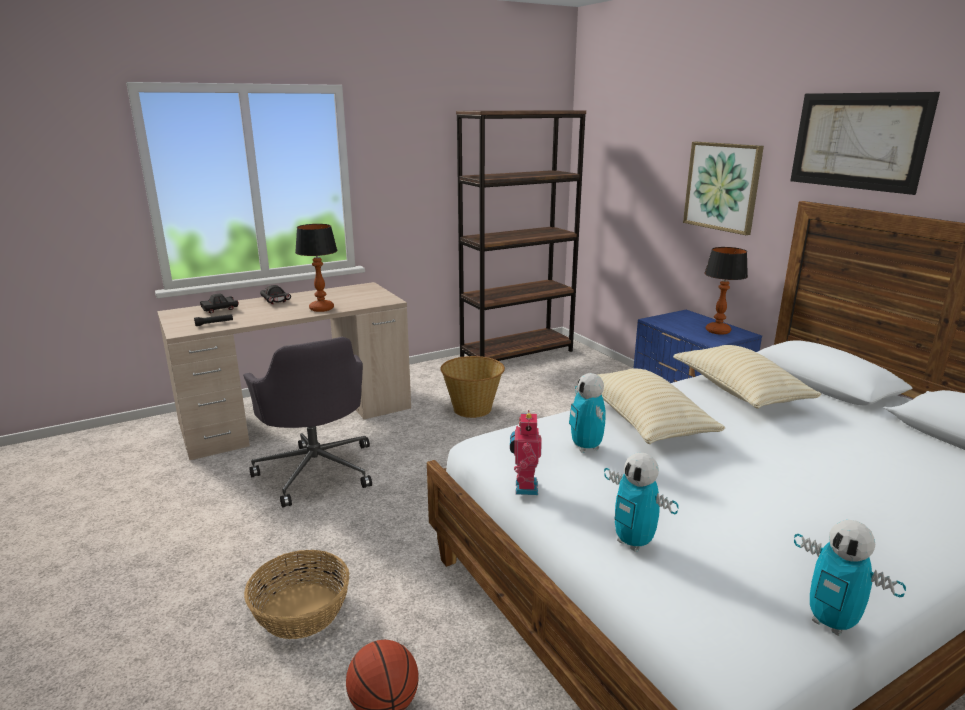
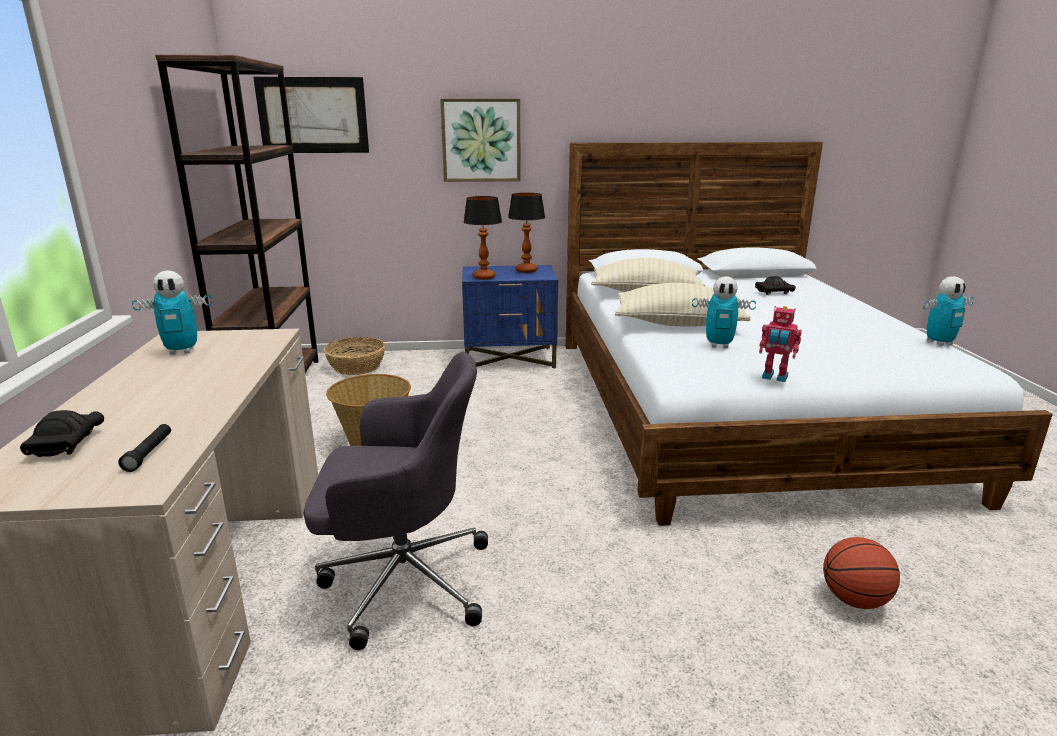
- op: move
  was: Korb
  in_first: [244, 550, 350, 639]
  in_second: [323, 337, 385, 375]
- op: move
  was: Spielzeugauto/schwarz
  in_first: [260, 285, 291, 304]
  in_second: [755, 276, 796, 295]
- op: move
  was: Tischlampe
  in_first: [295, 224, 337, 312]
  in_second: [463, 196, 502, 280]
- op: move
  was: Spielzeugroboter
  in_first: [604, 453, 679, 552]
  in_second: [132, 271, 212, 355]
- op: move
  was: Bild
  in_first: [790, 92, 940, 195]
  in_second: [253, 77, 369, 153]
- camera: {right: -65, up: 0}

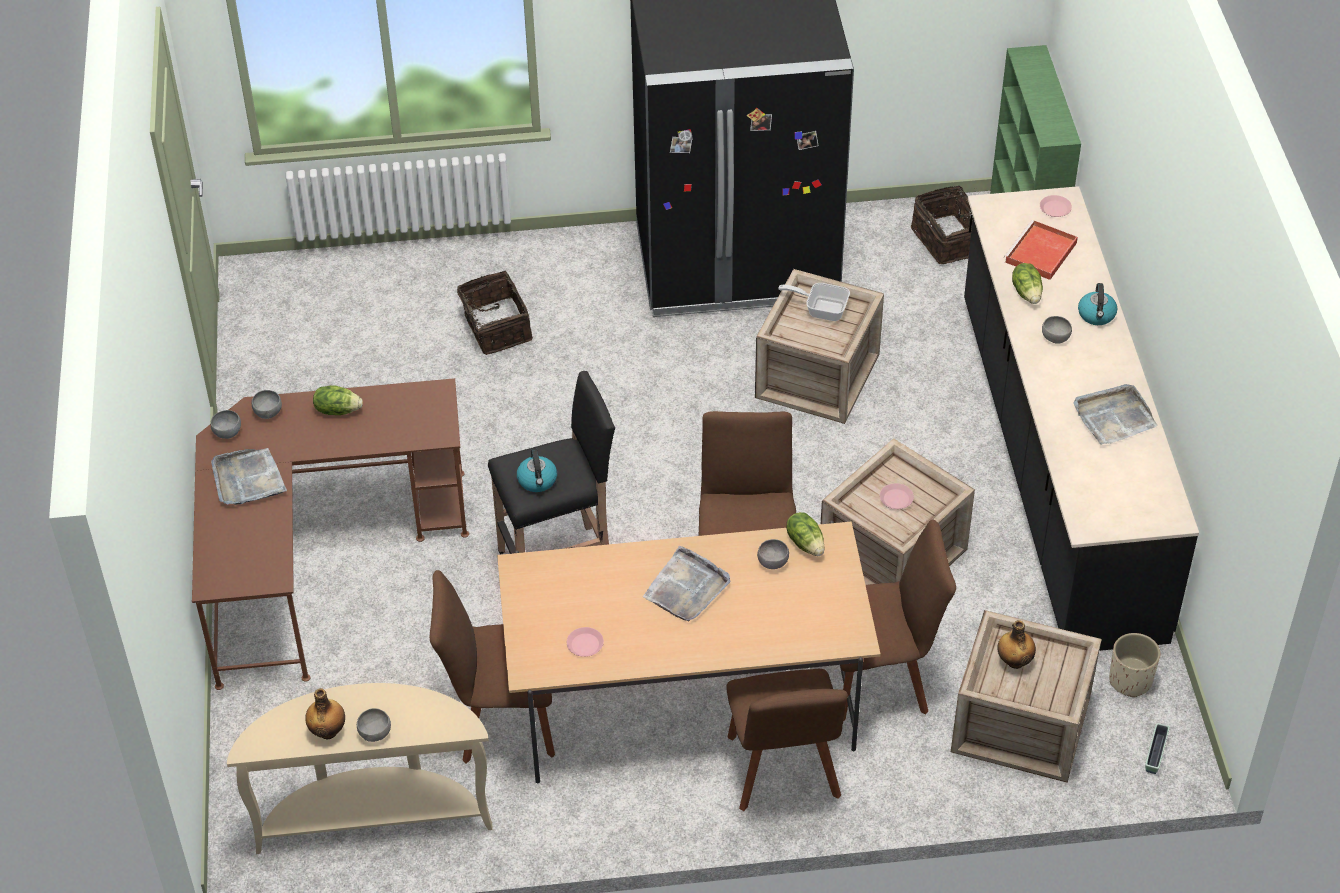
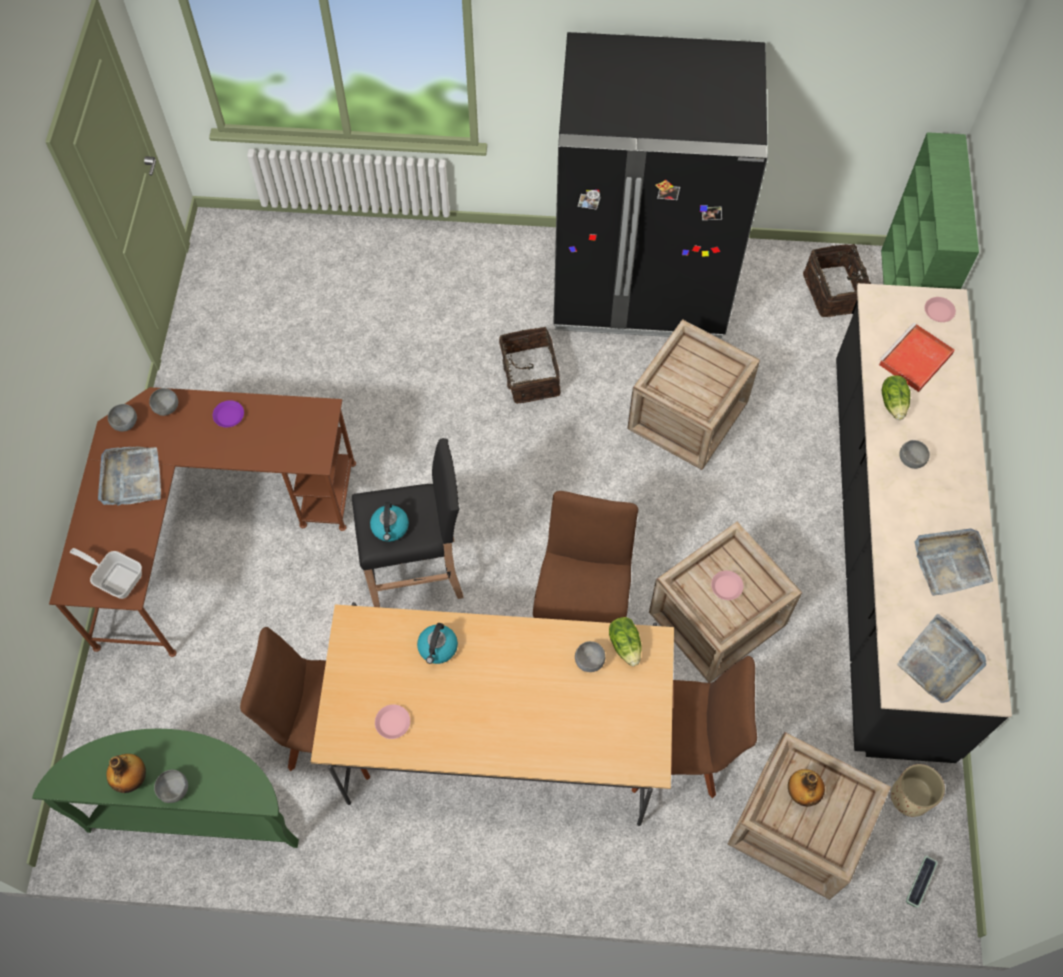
- op: recolor
  was: Konsolentisch/beige
  now: Konsolentisch/grün
  in_first: [227, 683, 493, 854]
  in_second: [32, 729, 299, 848]
- op: replace
  was: Salatkopf
  now: Teller/lila
  in_first: [313, 385, 363, 415]
  in_second: [213, 400, 244, 427]
- op: move
  was: Korb
  in_first: [457, 271, 533, 355]
  in_second: [496, 327, 561, 404]
- op: move
  was: Tablett/grau
  in_first: [643, 546, 731, 621]
  in_second: [897, 614, 987, 703]
- op: delete
  was: Stuhl/braun
  in_first: [726, 669, 848, 811]
- op: move
  was: Pfanne
  in_first: [778, 283, 850, 321]
  in_second: [70, 548, 142, 599]
- op: move
  was: Wasserkessel
  in_first: [1078, 283, 1117, 325]
  in_second: [417, 623, 458, 664]
- camera: {right: 10, up: 15}

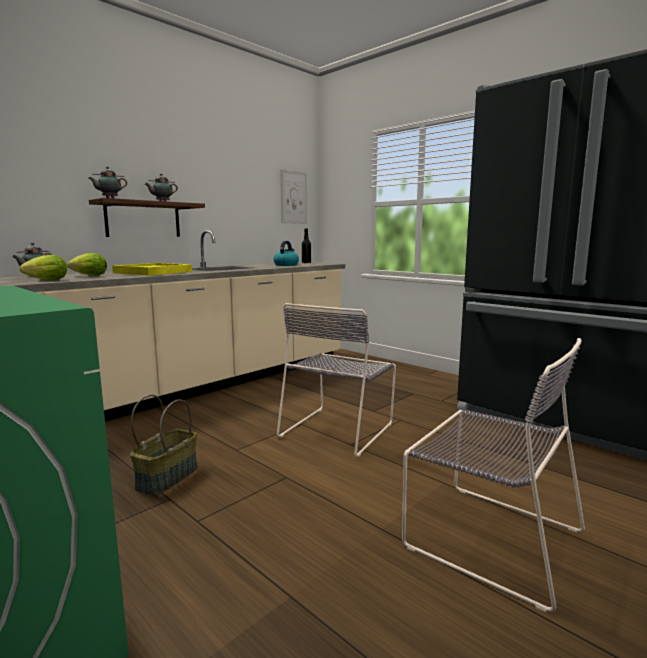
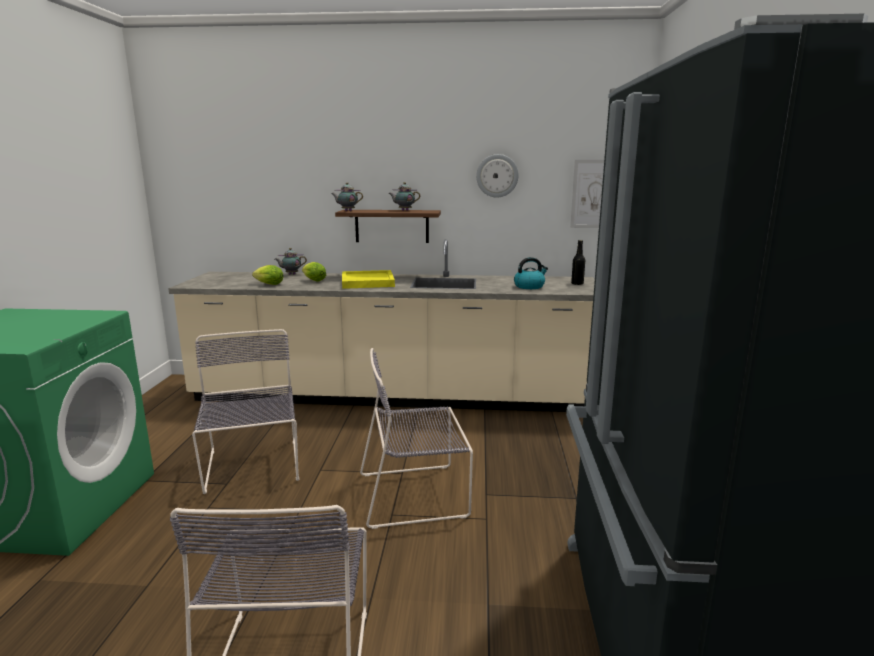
- op: replace
  was: Korb
  now: Stuhl/grau
  in_first: [130, 394, 198, 496]
  in_second: [192, 329, 299, 494]
- op: insert
  now: Wanduhr
  in_second: [476, 154, 519, 198]
- camera: {right: 50, up: 5}

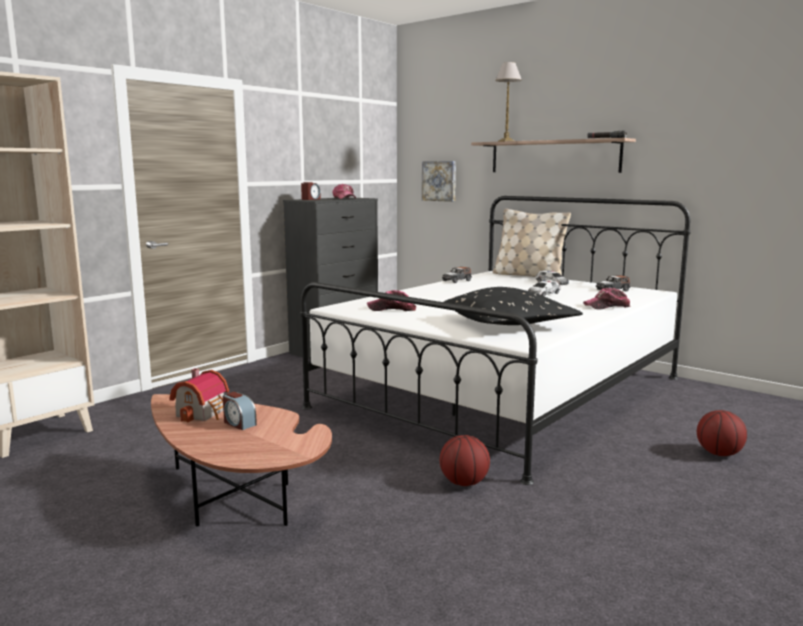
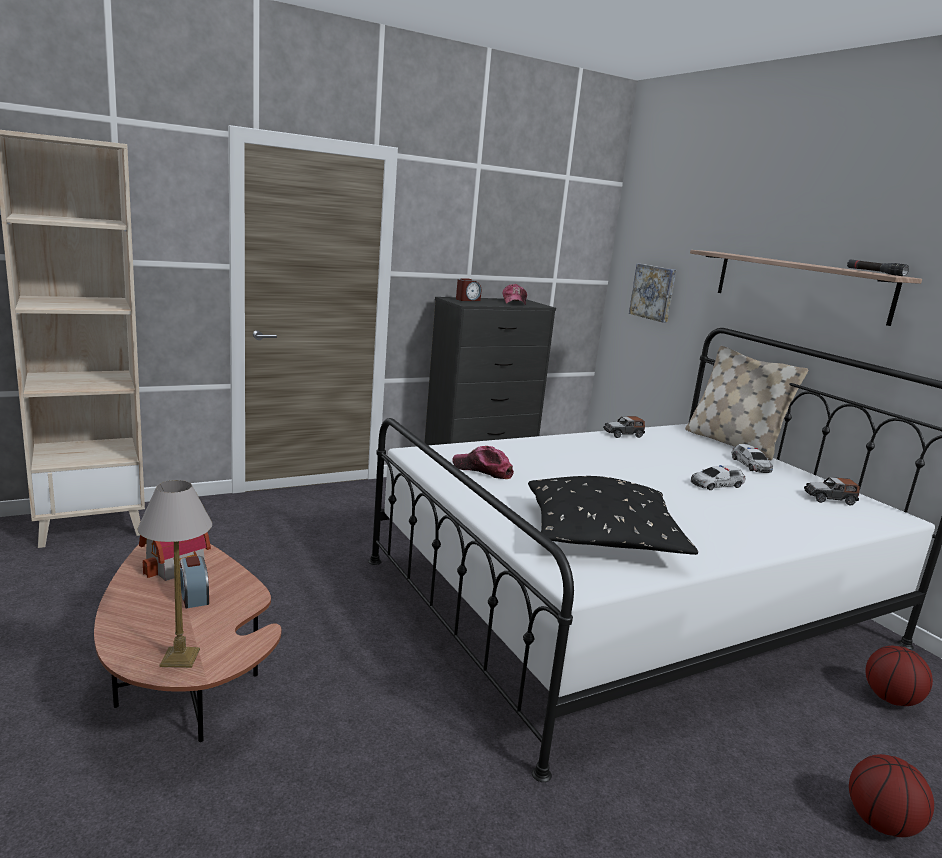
- op: move
  was: Basketball
  in_first: [440, 435, 490, 486]
  in_second: [866, 646, 933, 706]
- op: move
  was: Tischlampe
  in_first: [495, 62, 522, 142]
  in_second: [138, 480, 212, 668]
- op: delete
  was: Kappe
  in_first: [583, 288, 631, 309]
- camera: {right: 20, up: 5}

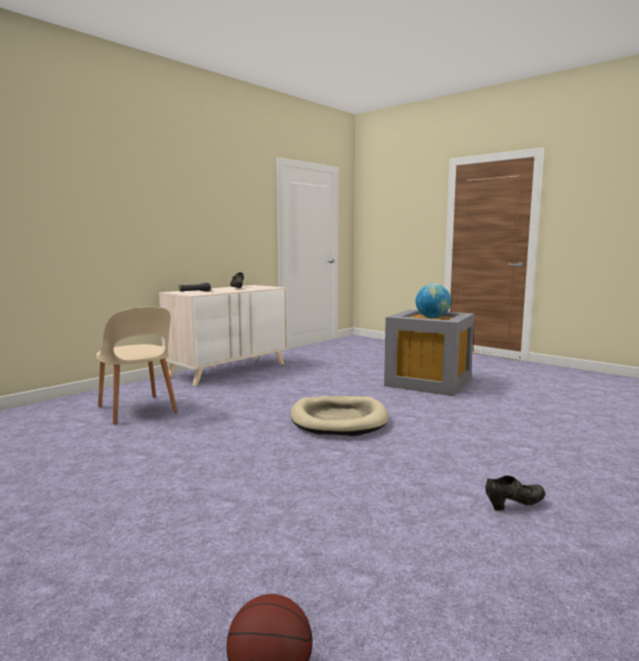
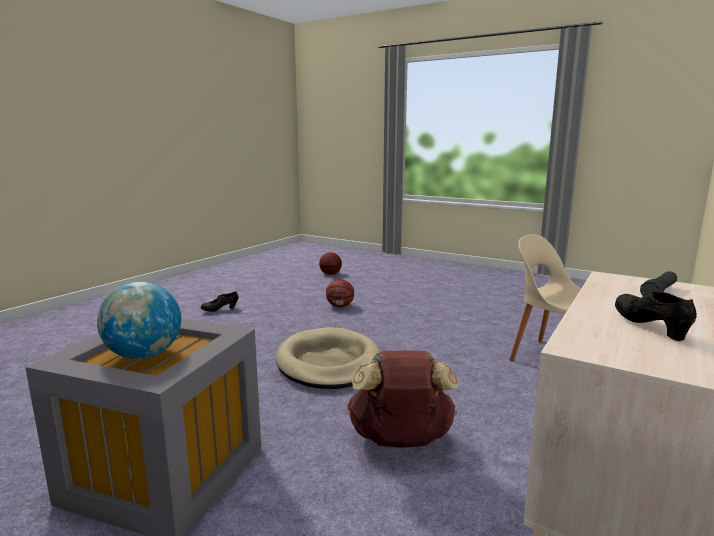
- op: insert
  now: Basketball
  in_second: [326, 279, 354, 307]
- op: insert
  now: Rucksack/braun
  in_second: [347, 351, 458, 448]
- camera: {right: 170, up: 5}

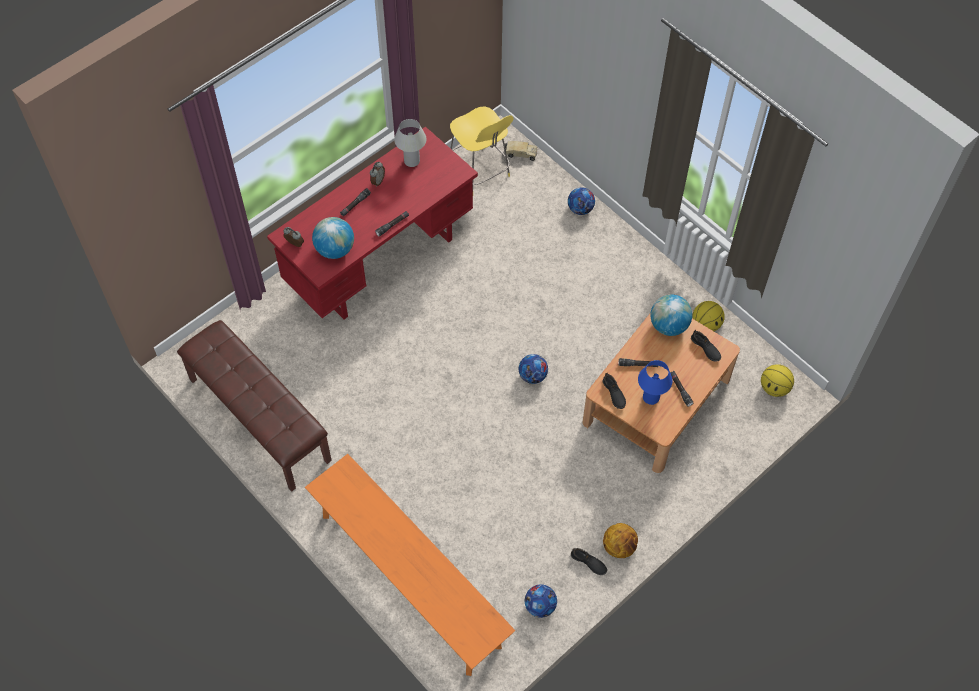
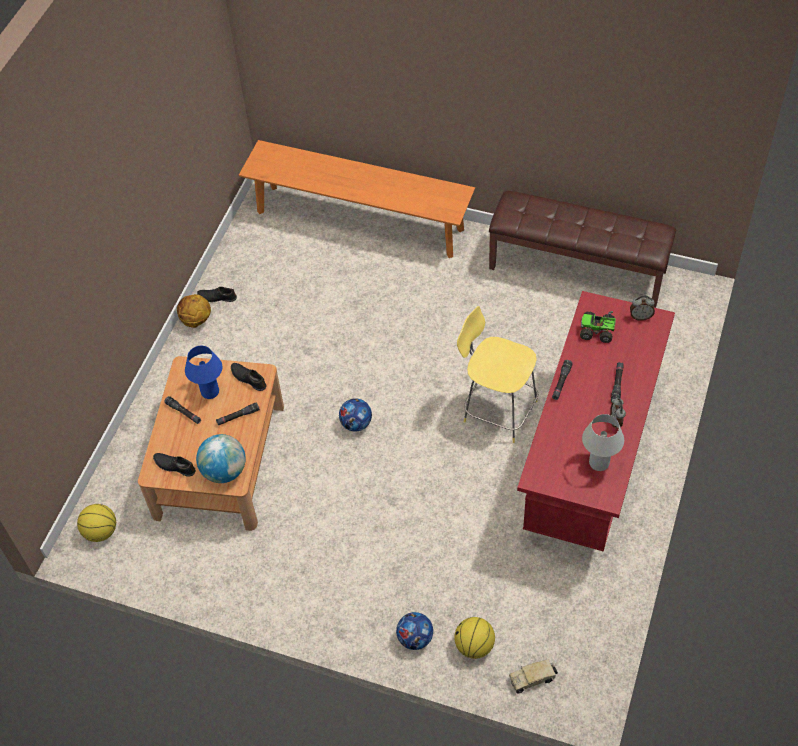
- op: replace
  was: Globus
  now: Spielzeuglaster
  in_first: [312, 217, 354, 259]
  in_second: [580, 311, 616, 343]
- op: move
  was: Hocker/gelb
  in_first: [450, 107, 513, 185]
  in_second: [457, 306, 538, 443]
- op: delete
  was: Fußball
  in_first: [525, 584, 557, 618]
- op: move
  was: Basketball
  in_first: [692, 301, 725, 331]
  in_second: [454, 617, 495, 659]
- camera: {right: 155, up: -5}

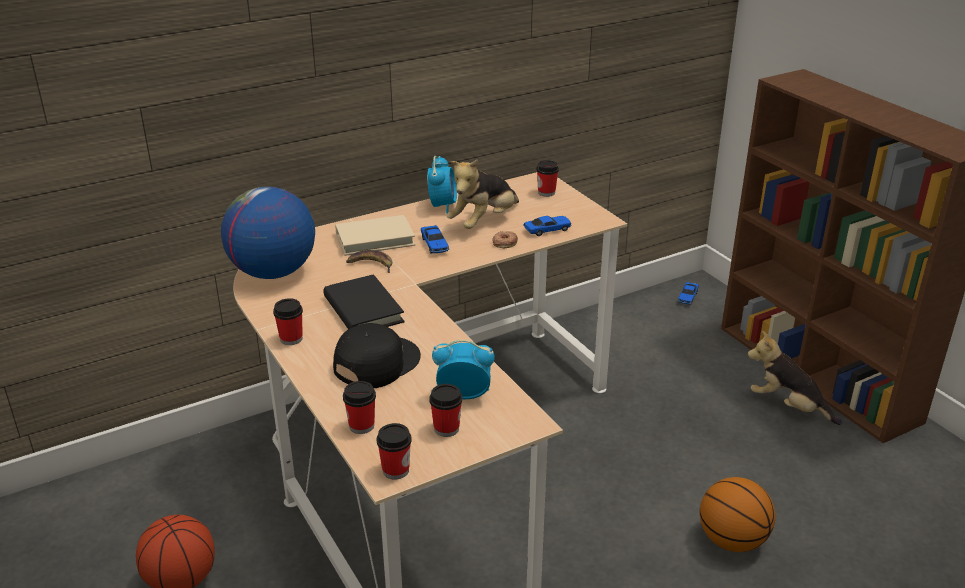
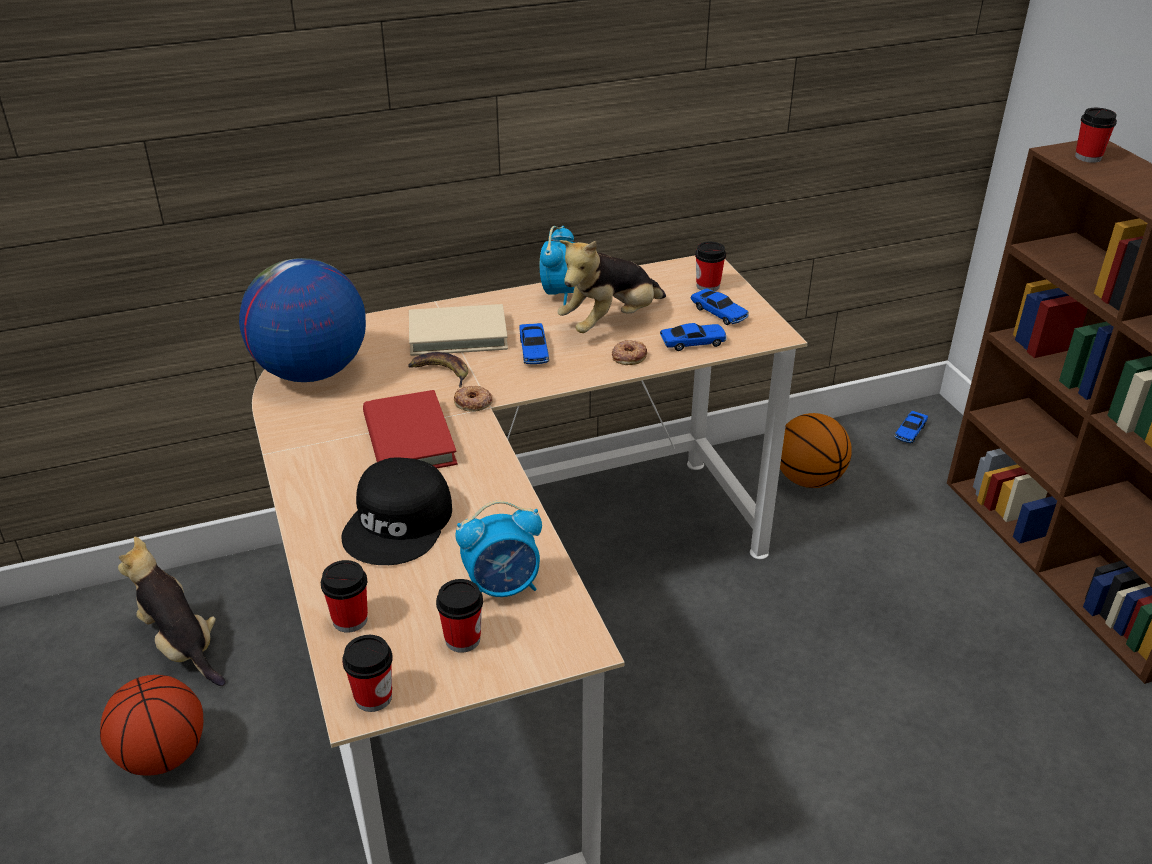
- op: move
  was: Tasse
  in_first: [273, 298, 303, 345]
  in_second: [1075, 108, 1117, 163]
- op: recolor
  was: Buch/schwarz
  now: Buch/rot
  in_first: [323, 274, 405, 329]
  in_second: [363, 390, 457, 468]
- op: rotate
  was: Kappe/schwarz
  in_first: [333, 323, 421, 389]
  in_second: [342, 457, 452, 565]
  clockwise: 150
- op: rotate
  was: Wecker
  in_first: [432, 339, 495, 399]
  in_second: [455, 501, 542, 597]
  clockwise: 150
- op: move
  was: Basketball
  in_first: [700, 477, 775, 552]
  in_second: [780, 413, 852, 488]
- op: move
  was: Plüschtier
  in_first: [747, 331, 842, 425]
  in_second: [118, 537, 226, 686]
- op: insert
  now: Donut
  in_second: [454, 386, 492, 412]
- op: insert
  now: Spielzeugauto
  in_second: [691, 288, 749, 325]
- camera: {right: 10, up: 5}

